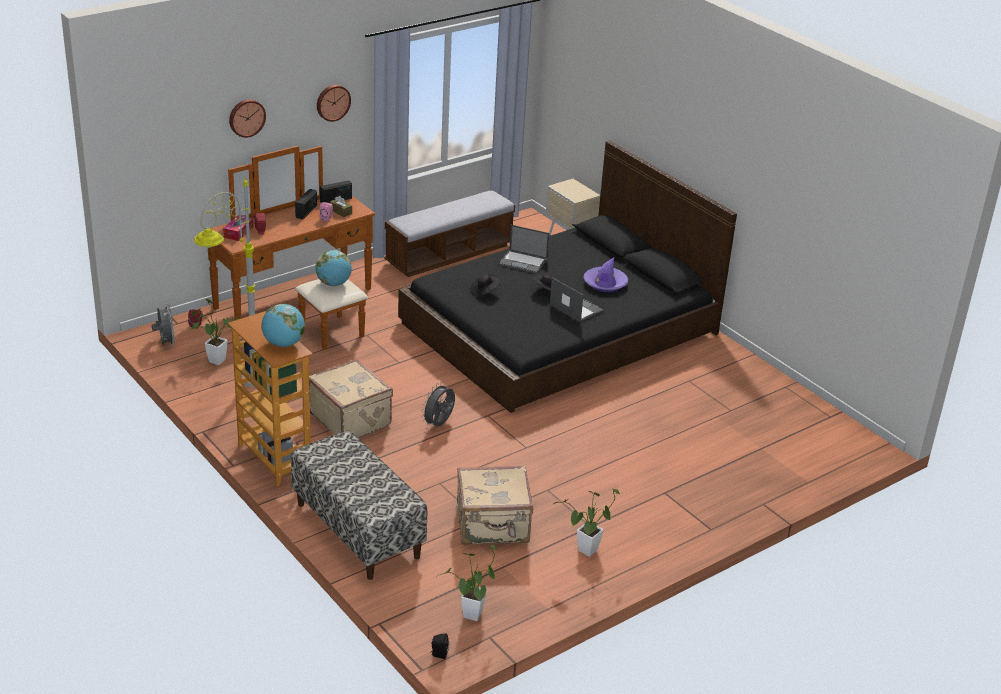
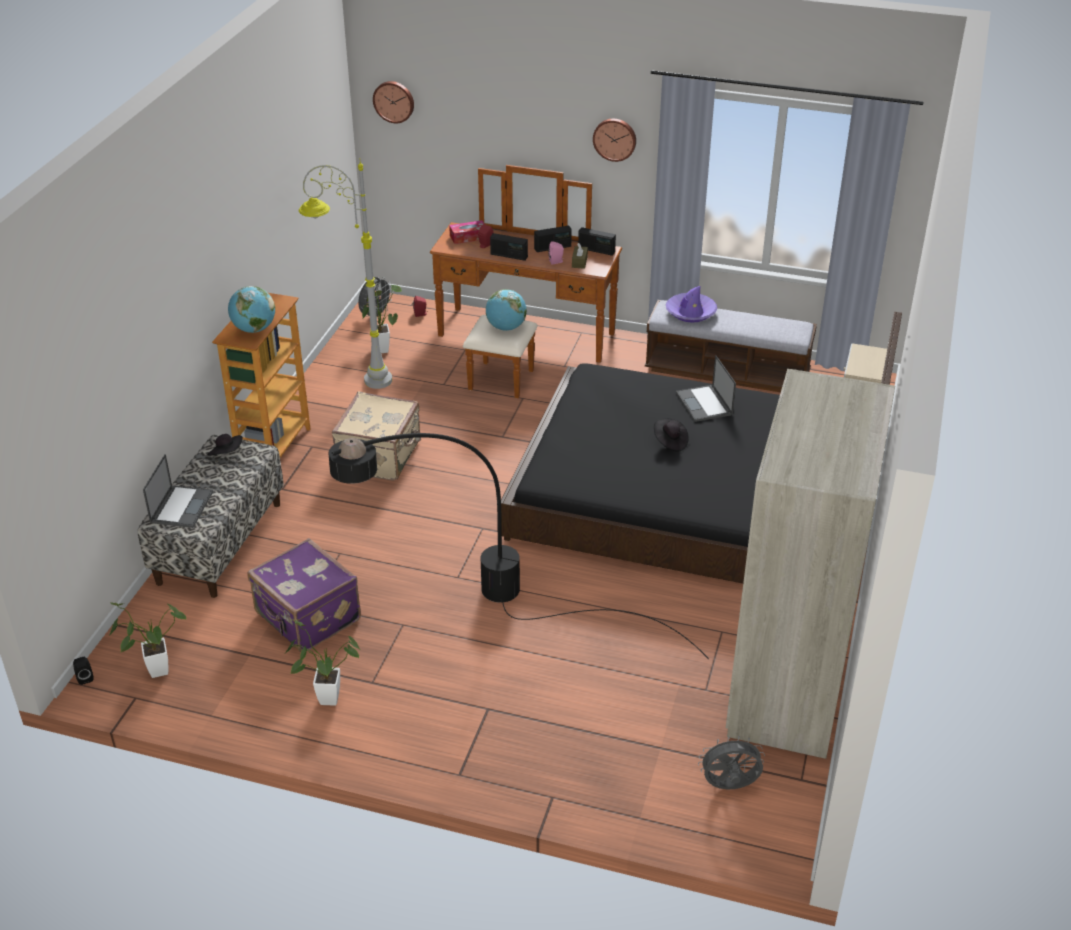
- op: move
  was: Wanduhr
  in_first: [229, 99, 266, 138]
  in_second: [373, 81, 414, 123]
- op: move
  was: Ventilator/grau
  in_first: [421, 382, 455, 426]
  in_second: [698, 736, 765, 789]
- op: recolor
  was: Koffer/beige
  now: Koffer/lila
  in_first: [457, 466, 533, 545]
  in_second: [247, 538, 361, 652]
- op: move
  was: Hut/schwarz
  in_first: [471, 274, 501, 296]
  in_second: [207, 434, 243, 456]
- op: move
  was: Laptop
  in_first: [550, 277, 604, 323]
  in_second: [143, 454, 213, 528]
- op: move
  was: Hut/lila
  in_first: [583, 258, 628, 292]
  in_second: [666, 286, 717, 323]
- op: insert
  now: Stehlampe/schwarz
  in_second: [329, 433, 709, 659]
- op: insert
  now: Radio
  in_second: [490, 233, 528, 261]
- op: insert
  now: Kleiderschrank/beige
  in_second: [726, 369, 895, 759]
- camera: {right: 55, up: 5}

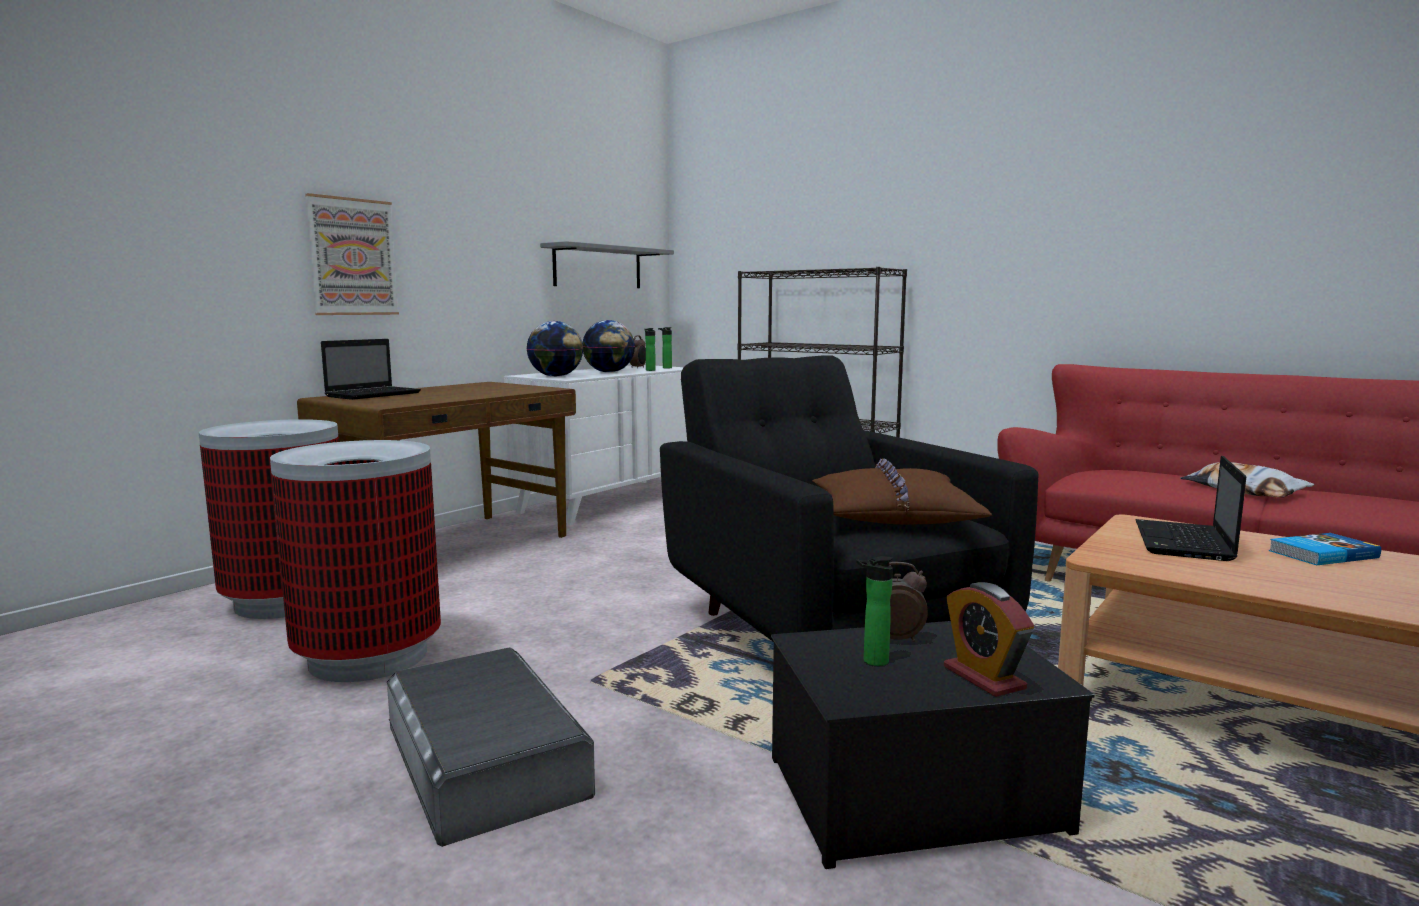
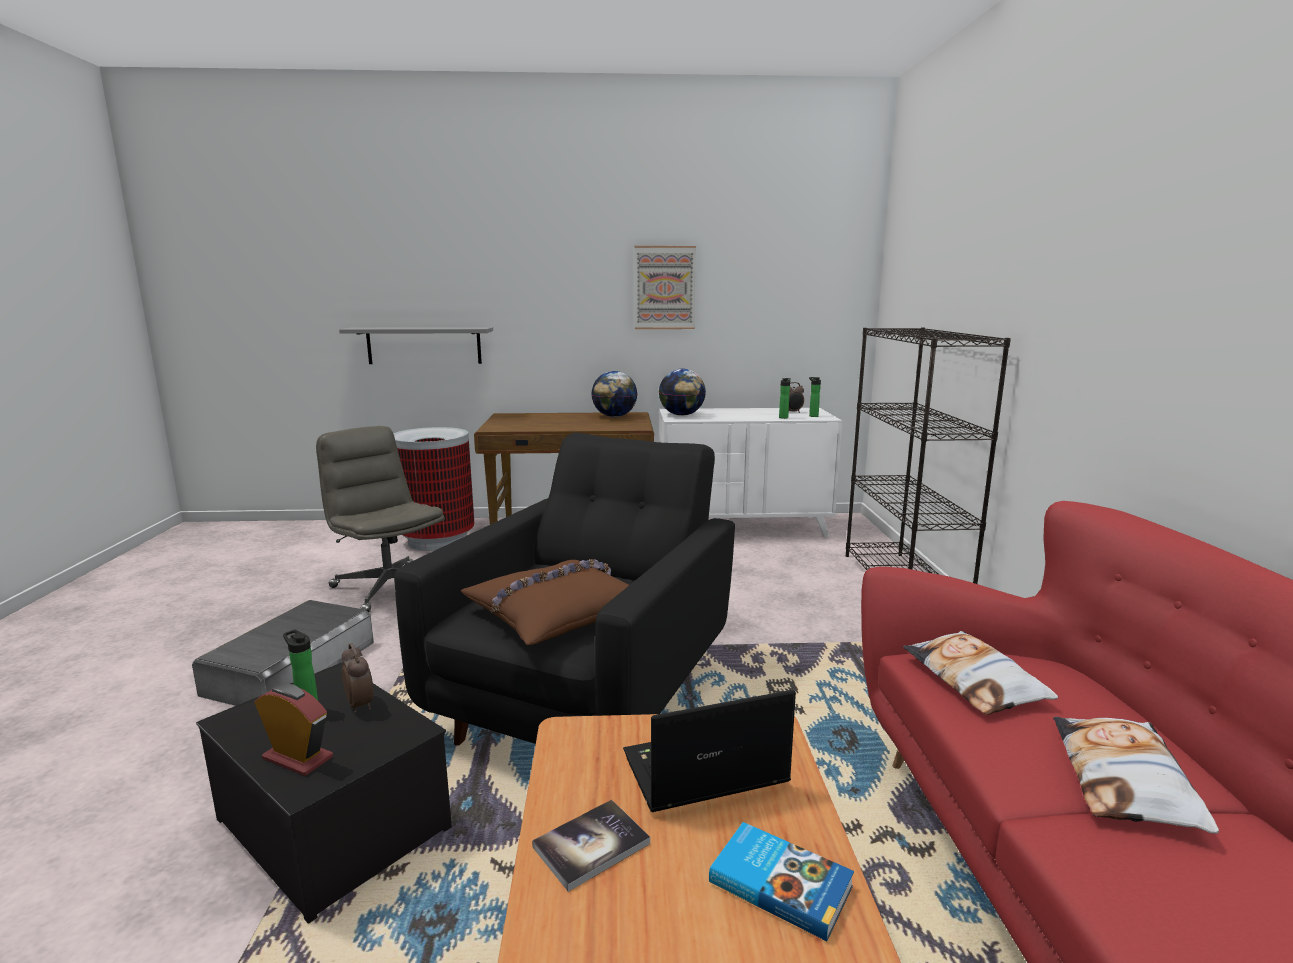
- op: replace
  was: Mülleimer
  now: Bürostuhl/grau
  in_first: [270, 440, 441, 682]
  in_second: [316, 426, 445, 612]
- op: move
  was: Bild
  in_first: [305, 193, 399, 315]
  in_second: [634, 246, 696, 329]
- op: delete
  was: Laptop
  in_first: [321, 339, 421, 400]
- op: move
  was: Wandregal/grau
  in_first: [540, 241, 674, 288]
  in_second: [339, 327, 493, 364]
- op: move
  was: Globus
  in_first: [583, 320, 635, 373]
  in_second: [591, 371, 637, 417]
- op: rotate
  was: Wecker
  in_first: [944, 582, 1034, 697]
  in_second: [255, 683, 333, 776]
  clockwise: 90
- op: insert
  now: Buch
  in_second: [532, 800, 650, 892]
- op: insert
  now: Kissen
  in_second: [903, 631, 1058, 715]
- camera: {right: 50, up: 5}

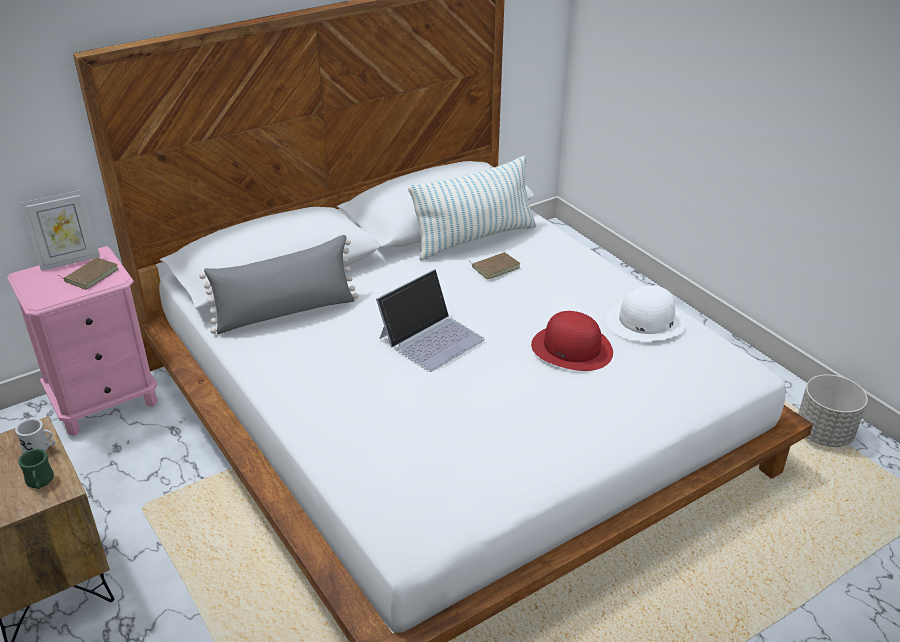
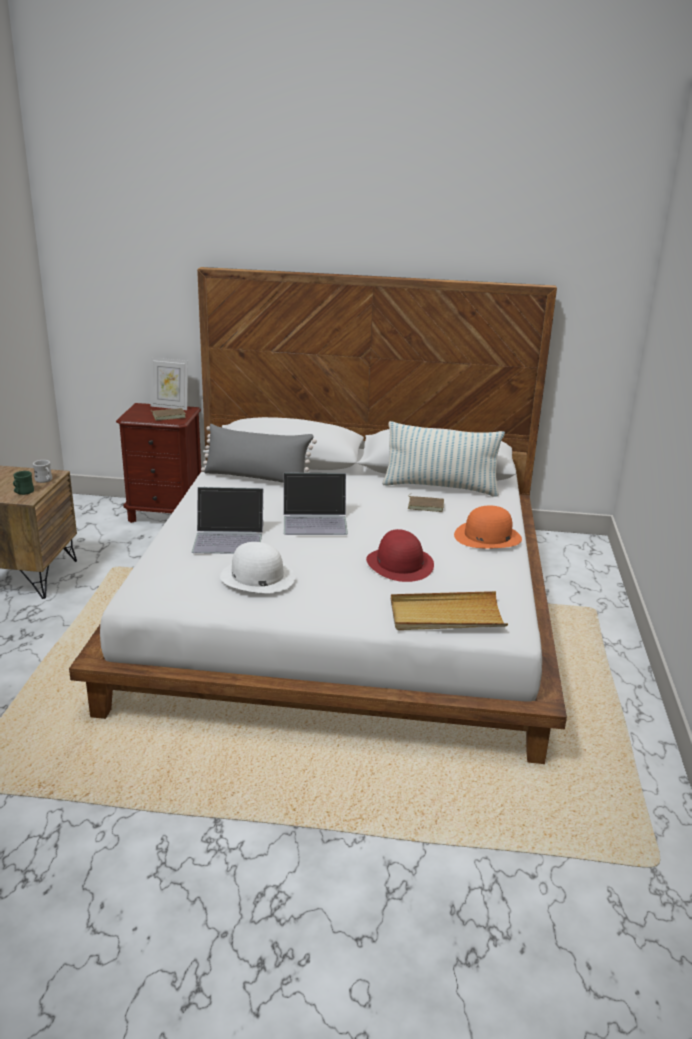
- op: recolor
  was: Nachttisch/rosa
  now: Nachttisch/braun
  in_first: [7, 246, 157, 436]
  in_second: [116, 403, 201, 523]
- op: move
  was: Hut/weiß
  in_first: [607, 286, 686, 341]
  in_second: [220, 542, 295, 593]
- op: delete
  was: Pflanzkübel/grau
  in_first: [798, 375, 868, 447]
- op: insert
  now: Laptop
  in_second: [191, 487, 263, 554]
- op: insert
  now: Tablett/beige
  in_second: [391, 591, 508, 630]
- op: insert
  now: Hut/orange
  in_second: [454, 506, 522, 548]
- camera: {right: 40, up: -10}

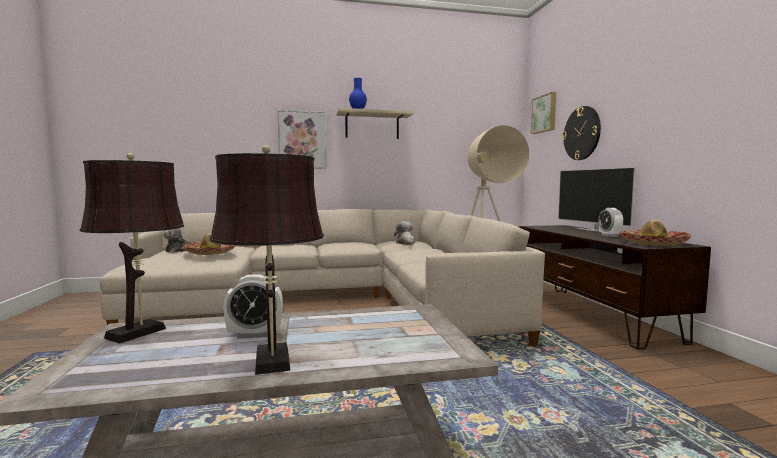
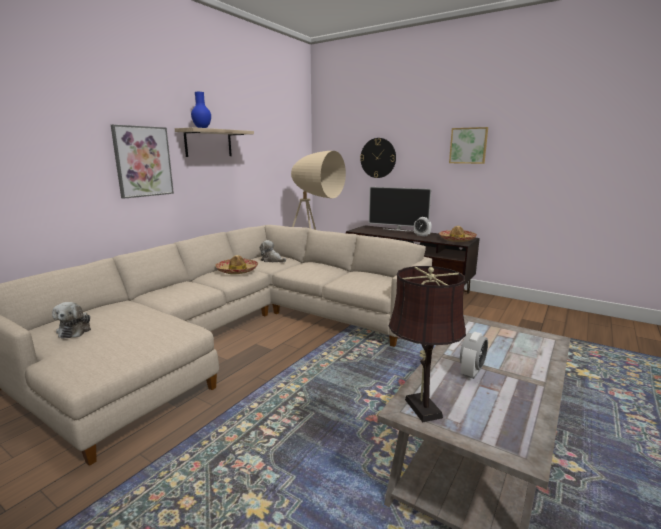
- op: move
  was: Hut
  in_first: [182, 233, 235, 255]
  in_second: [216, 255, 258, 274]
- op: delete
  was: Tischlampe/braun
  in_first: [210, 145, 324, 375]
- op: move
  was: Bild
  in_first: [531, 92, 556, 134]
  in_second: [449, 127, 488, 164]
- camera: {right: -45, up: 10}

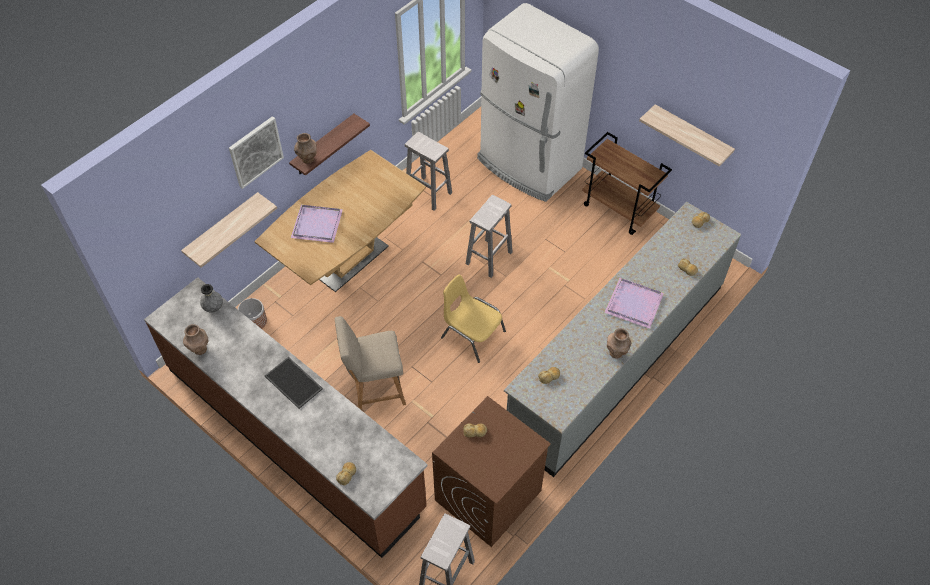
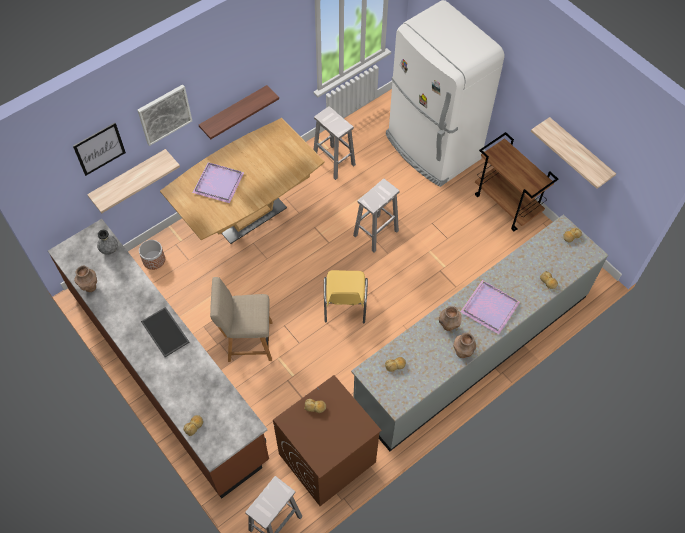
- op: move
  was: Vase/braun
  in_first: [294, 133, 317, 164]
  in_second: [439, 306, 461, 331]
- op: rotate
  was: Stuhl/gelb
  in_first: [441, 274, 506, 363]
  in_second: [324, 270, 368, 323]
  clockwise: -135
- op: insert
  now: Bild
  in_second: [73, 123, 126, 176]
- camera: {right: 10, up: 5}

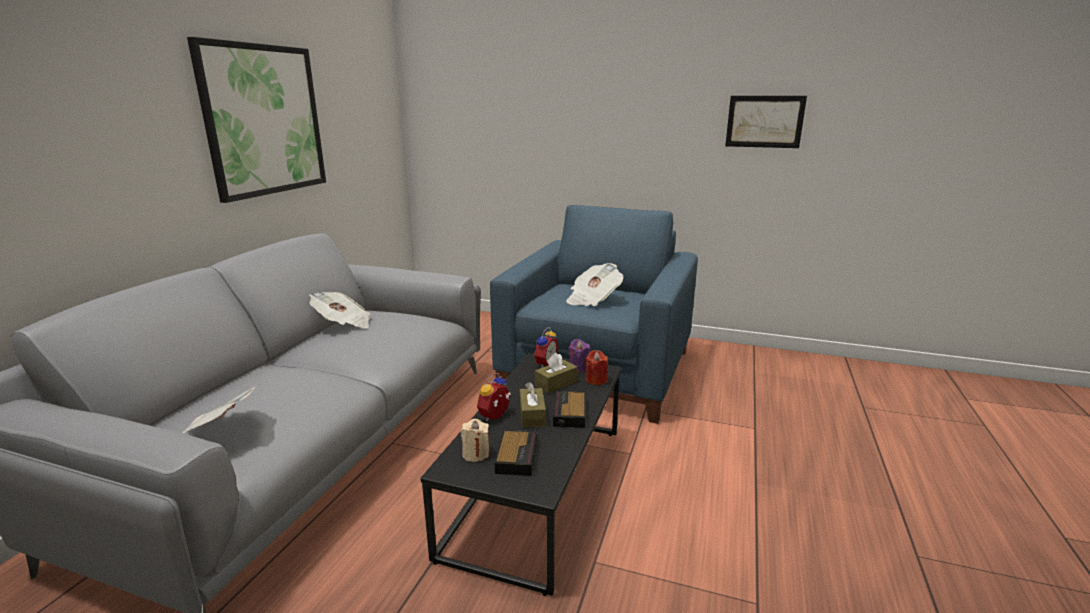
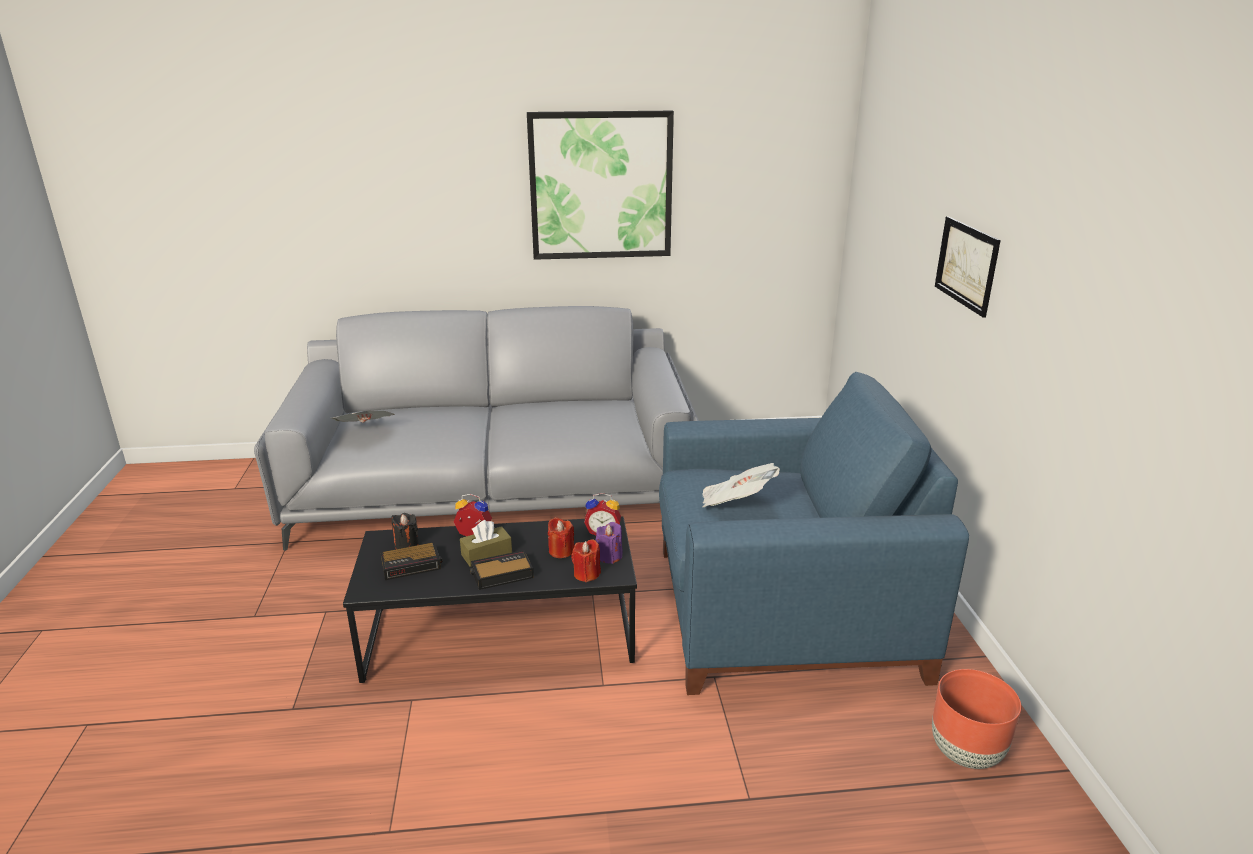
- op: delete
  was: Zeitung
  in_first: [309, 292, 370, 328]
- op: recolor
  was: Kerze/beige
  now: Kerze/schwarz
  in_first: [461, 419, 489, 462]
  in_second: [391, 513, 419, 549]
- op: replace
  was: Taschentuchbox/braun
  now: Kerze/rot
  in_first: [535, 353, 578, 393]
  in_second: [548, 517, 574, 558]
- op: move
  was: Bild
  in_first: [725, 96, 807, 148]
  in_second: [935, 216, 1001, 318]
- op: insert
  now: Pflanzkübel/braun
  in_second: [932, 669, 1021, 769]
- camera: {right: 65, up: 5}

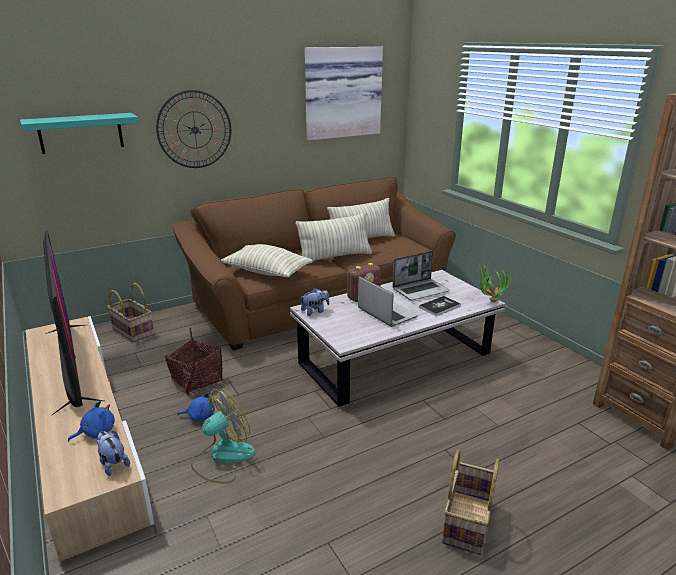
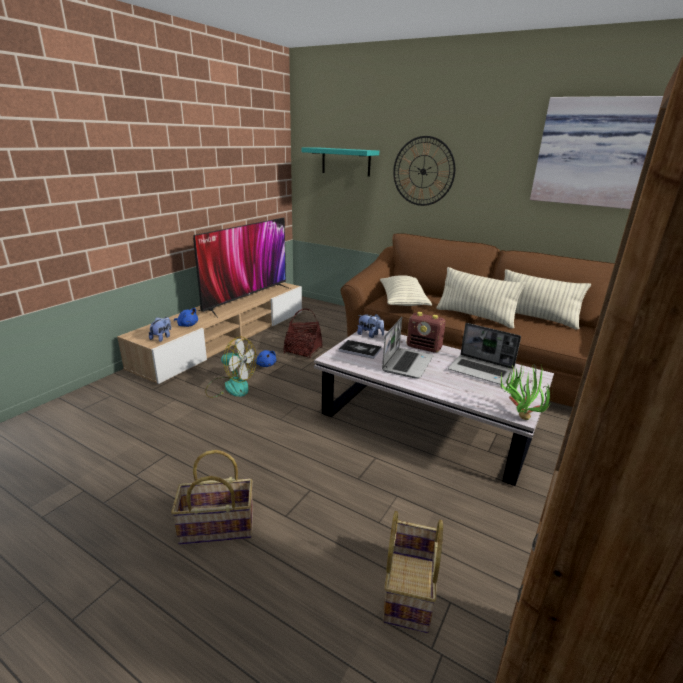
- op: move
  was: Korb
  in_first: [107, 283, 154, 343]
  in_second: [383, 511, 443, 633]
- op: move
  was: Buch
  in_first: [419, 296, 461, 316]
  in_second: [339, 340, 382, 359]
- camera: {right: 60, up: 0}

